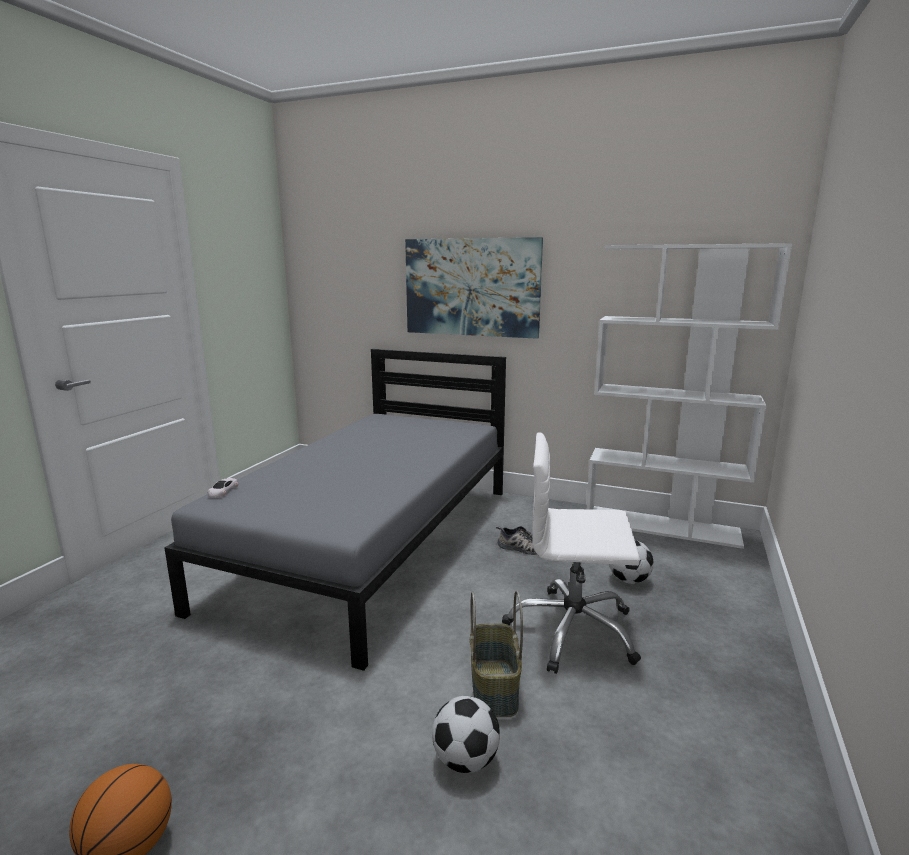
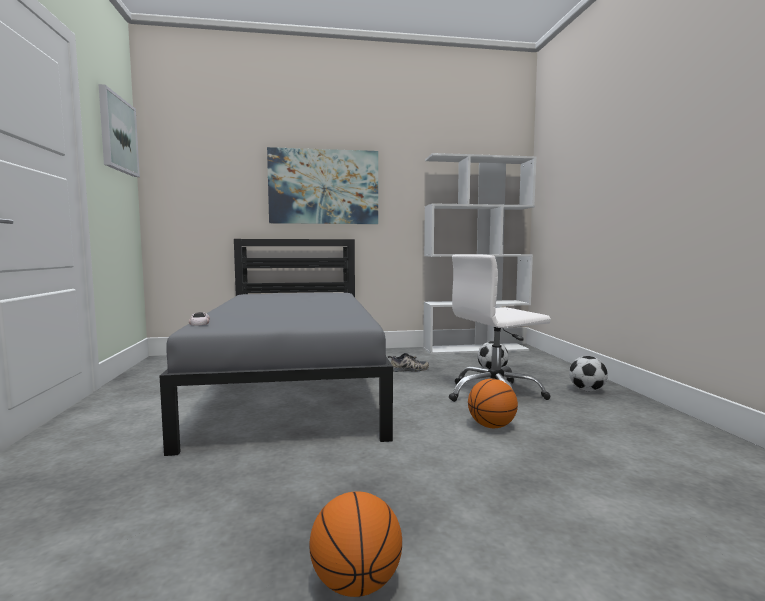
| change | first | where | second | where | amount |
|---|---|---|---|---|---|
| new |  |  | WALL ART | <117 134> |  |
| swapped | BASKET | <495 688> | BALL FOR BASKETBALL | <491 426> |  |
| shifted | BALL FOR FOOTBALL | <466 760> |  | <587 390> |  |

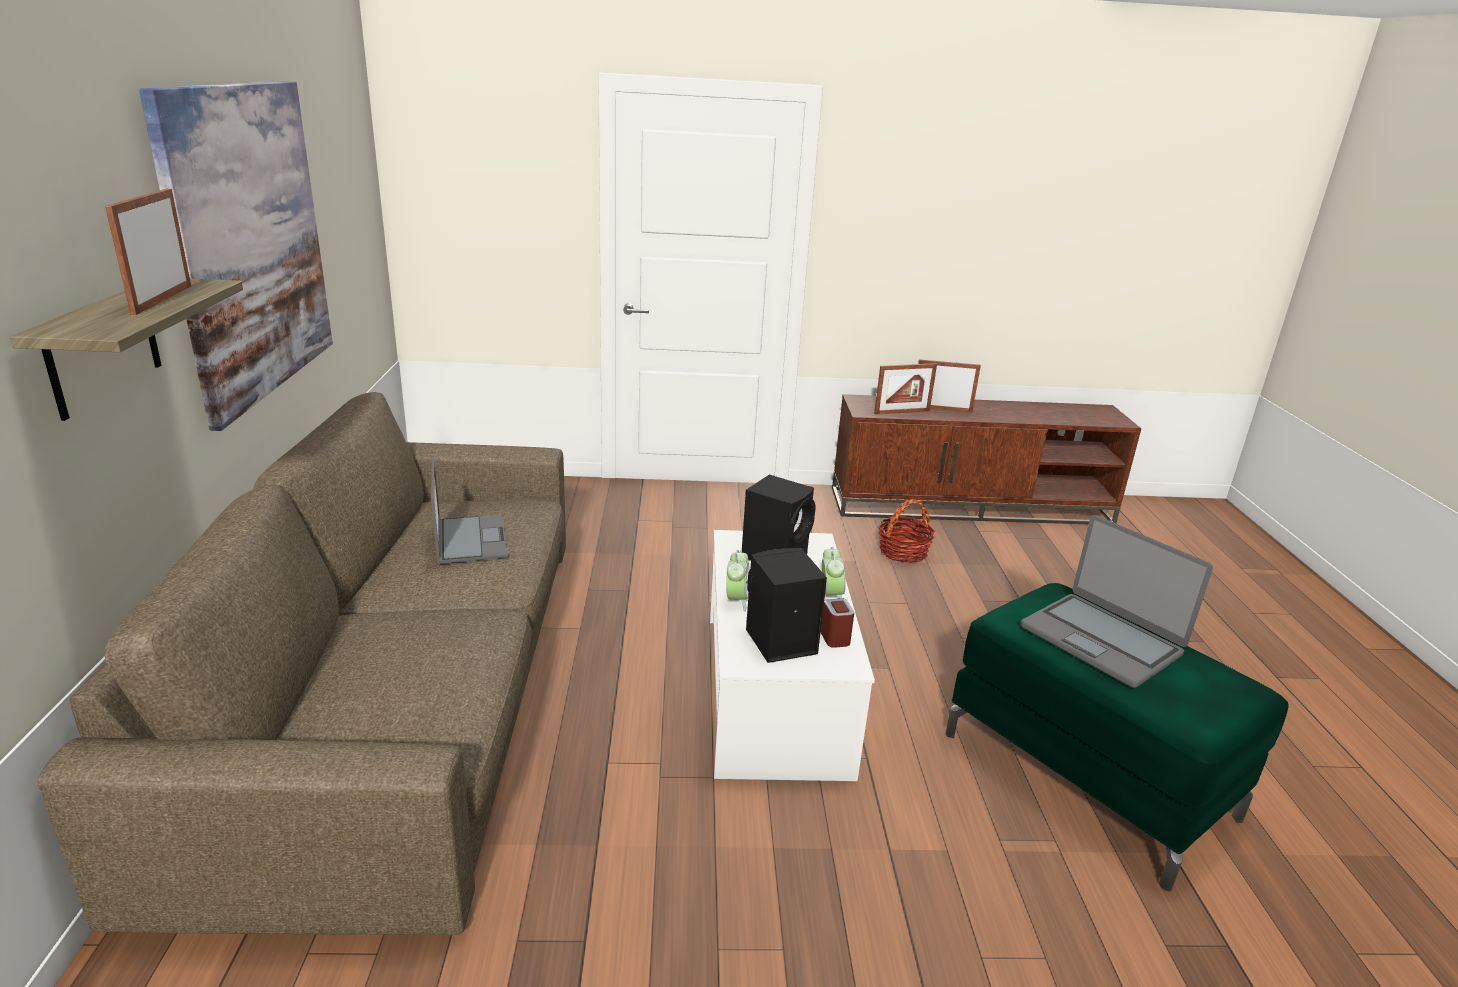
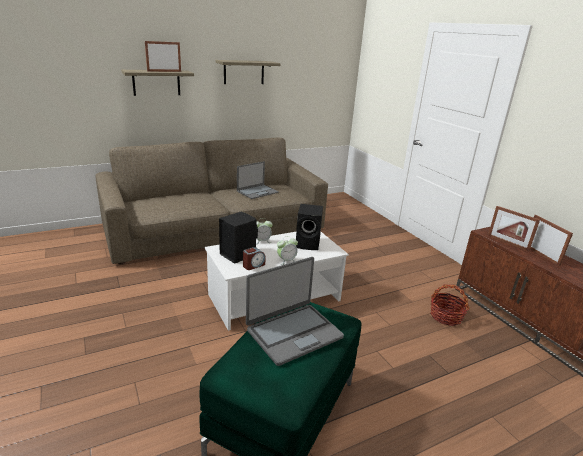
| change | first | where | second | where | amount |
|---|---|---|---|---|---|
| swapped | WALL ART | <250 243> | BRACKET SHELF | <244 72> |  |
| rotated | PORTABLE COMPUTER | <1101 640> |  | <293 333> | 150 degrees counterclockwise |

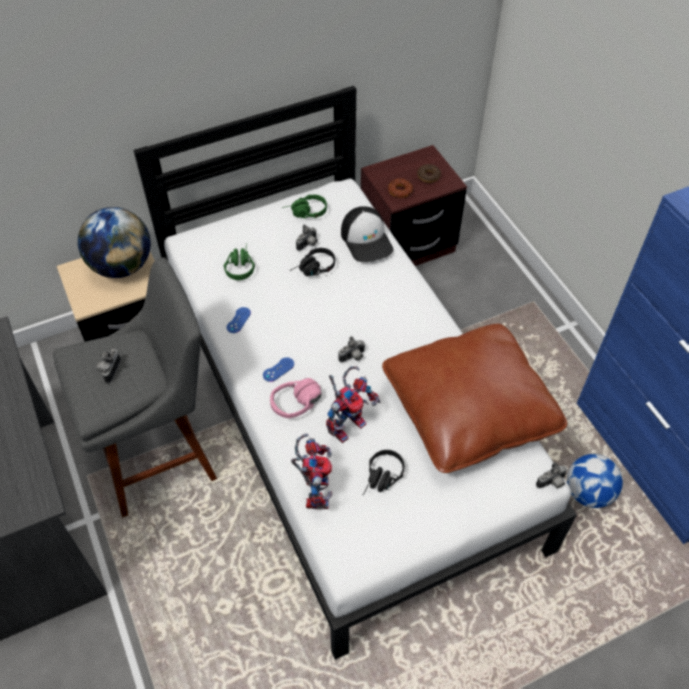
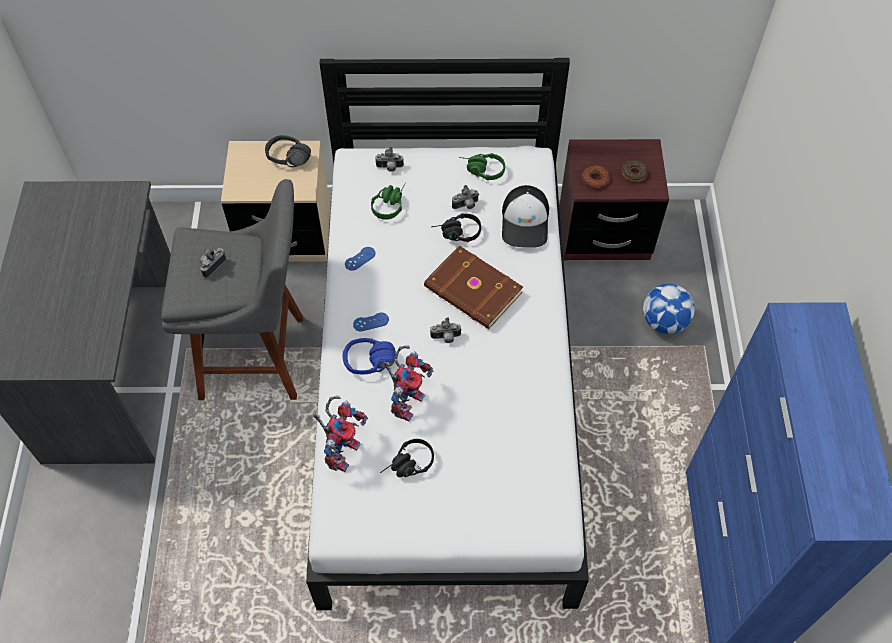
| change | first | where | second | where | amount |
|---|---|---|---|---|---|
| swapped | DESK GLOBE | <122 266> | BLACKISH HEADSET | <286 162> |  |
| repainted | PINKISH HEADSET | <300 409> | BLUISH HEADSET | <370 368> |  |
| shifted | STILL CAMERA | <552 483> |  | <389 168> |  |
| rotated | TOY ROBOT | <348 423> |  | <407 399> | 45 degrees counterclockwise |
| new |  |  | BROWNISH BOUND BOOK | <472 291> |  |
| shifted | BALL FOR FOOTBALL | <588 493> |  | <664 322> |  |
| gone | BROWNISH PILLOW | <469 410> |  |  |  |

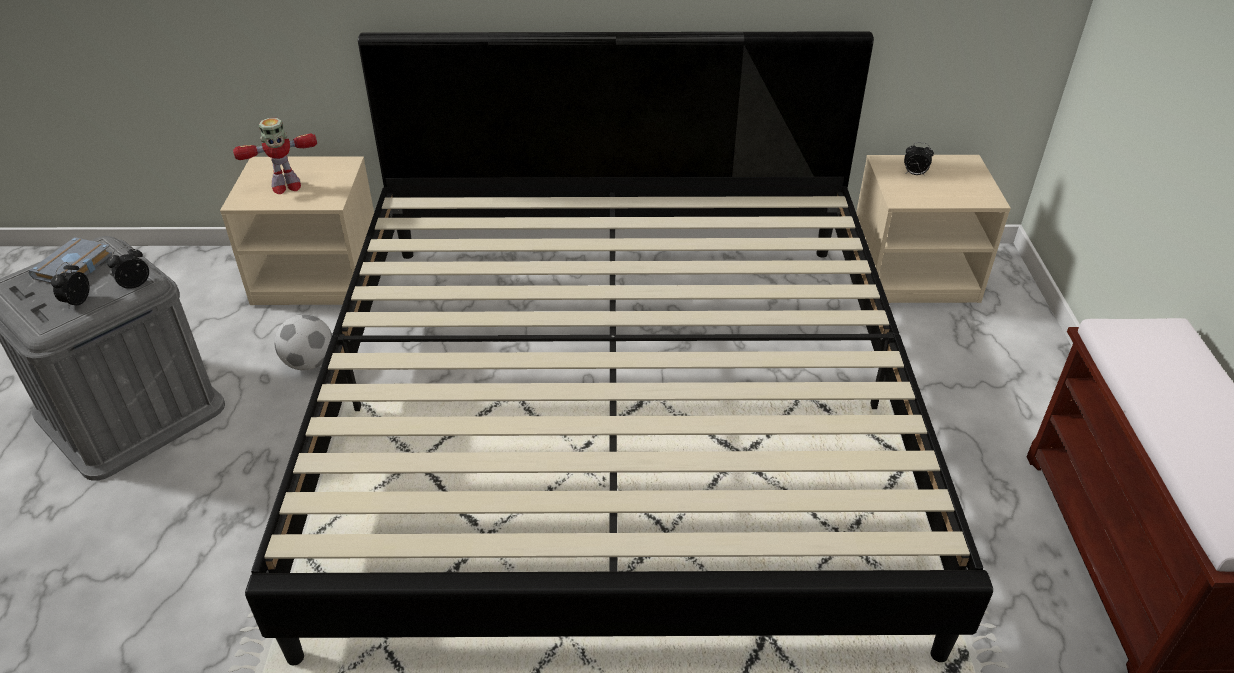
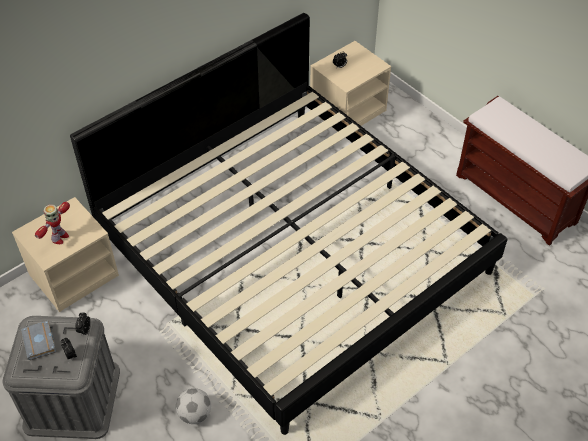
| change | first | where | second | where | amount |
|---|---|---|---|---|---|
| shifted | BALL FOR FOOTBALL | <310 363> |  | <195 414> |  |

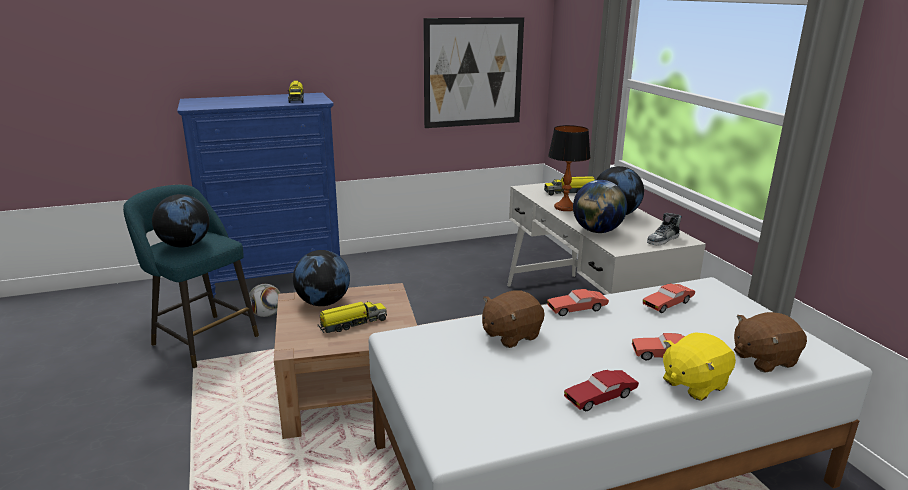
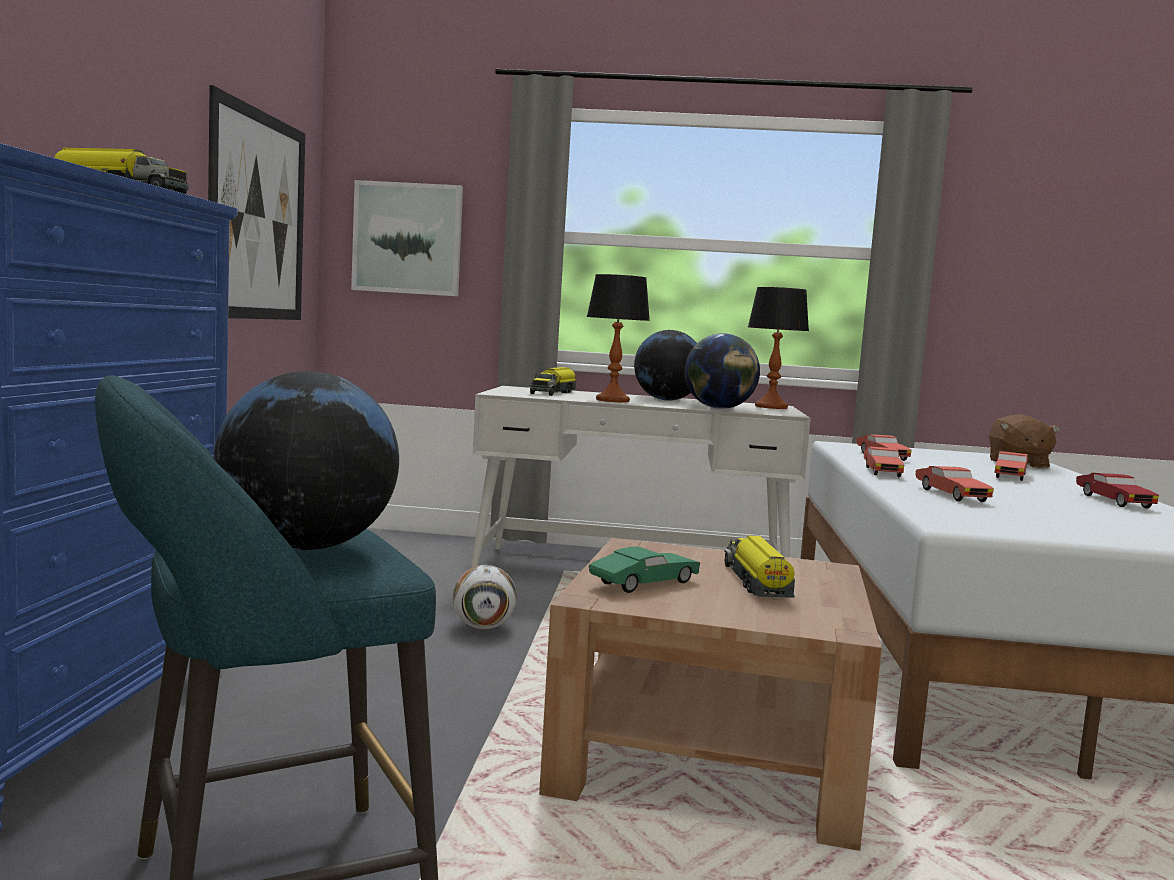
| change | first | where | second | where | amount |
|---|---|---|---|---|---|
| new |  |  | WALL ART | <408 239> |  |
| shifted | BALL FOR FOOTBALL | <266 314> |  | <483 627> |  |
| swapped | DESK GLOBE | <323 303> | GREEN-COLOURED MINIATURE CAR | <644 584> |  |
| swapped | SHOE | <663 240> | LAMP FOR A TABLE | <771 407> |  |
| swapped | BROWNISH CUDDLY TOY | <510 335> | RED MINIATURE CAR | <950 495> |  |
| gone | YELLOW-COLOURED CUDDLY TOY | <693 384> |  |  |  |

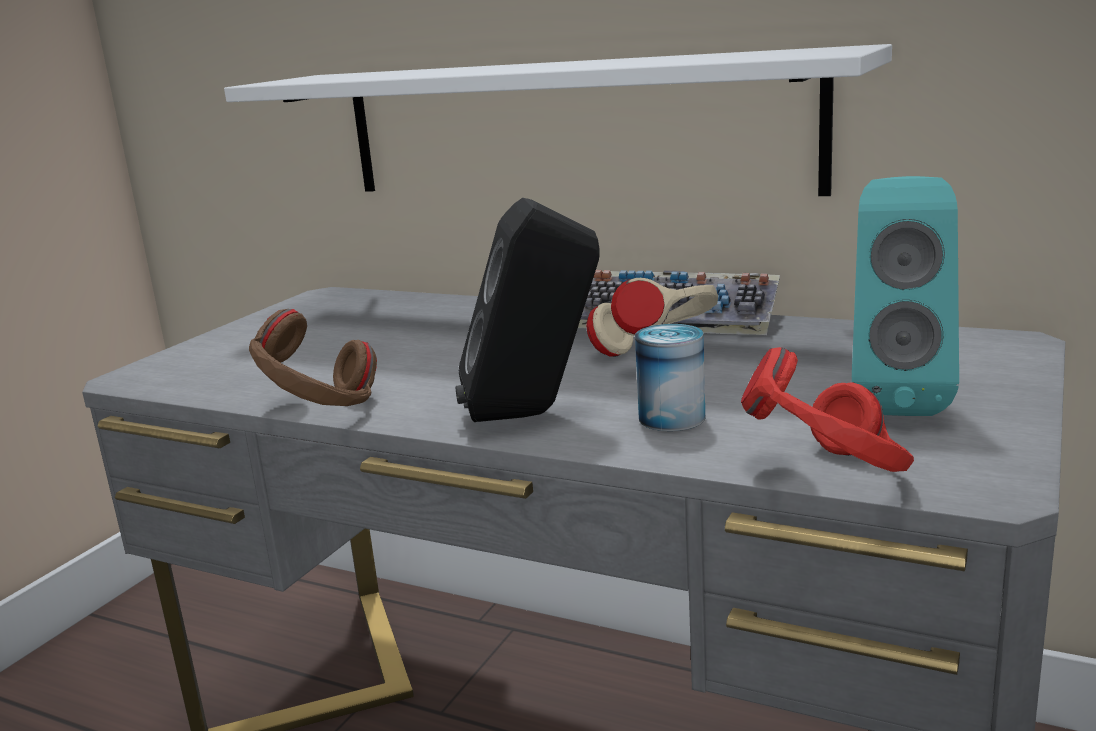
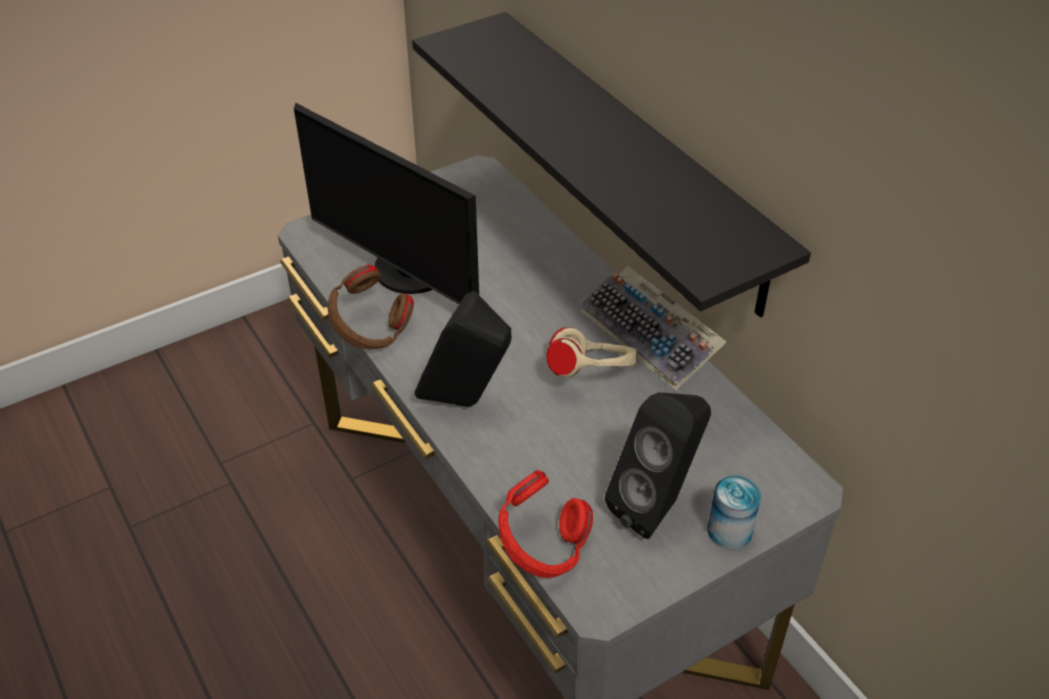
| change | first | where | second | where | amount |
|---|---|---|---|---|---|
| new |  |  | COMPUTER SCREEN | <407 273> |  |
| repainted | WHITE BRACKET SHELF | <569 128> | BLACKISH BRACKET SHELF | <634 159> |  |
| repainted | BLUE-GREEN AUDIO SPEAKER | <897 400> | BLACKISH AUDIO SPEAKER | <657 506> |  |
| shifted | CAN | <671 418> |  | <729 531> |  |

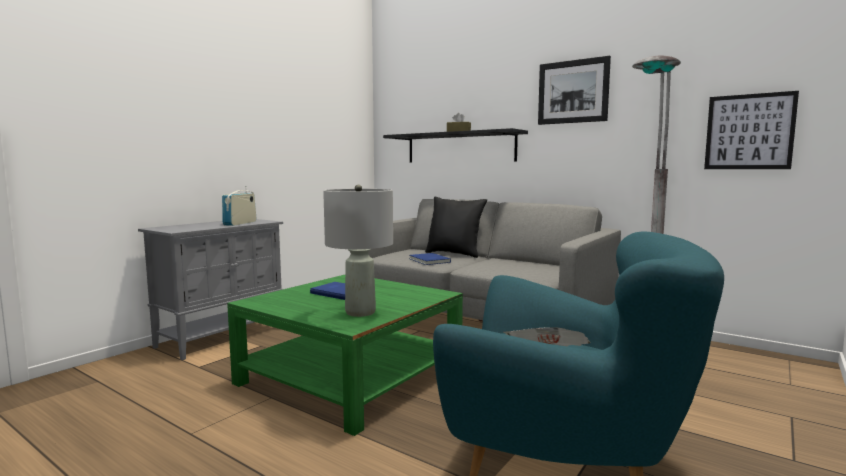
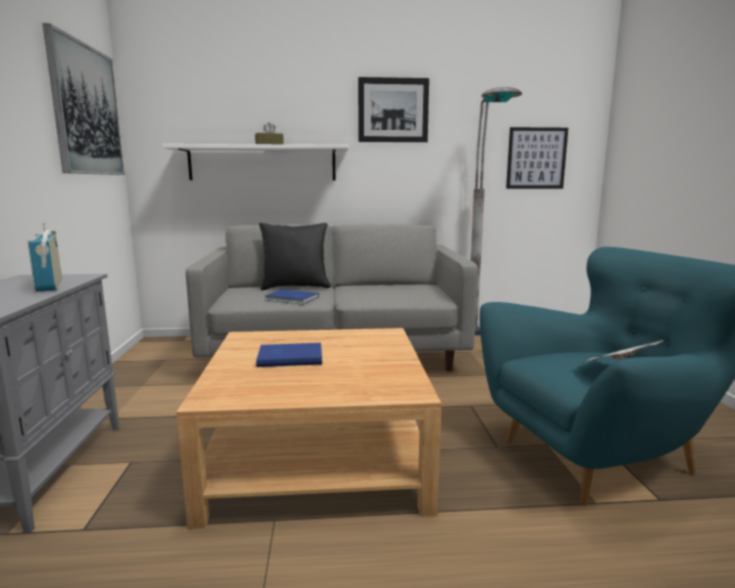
| change | first | where | second | where | amount |
|---|---|---|---|---|---|
| new |  |  | WALL ART | <86 110> |  |
| repainted | BLACKISH BRACKET SHELF | <459 148> | WHITE BRACKET SHELF | <262 163> |  |
| repainted | GREEN-COLOURED LOUNGE TABLE | <351 376> | BEIGE LOUNGE TABLE | <317 454> |  |
| gone | GRAY LAMP FOR A TABLE | <359 312> |  |  |  |

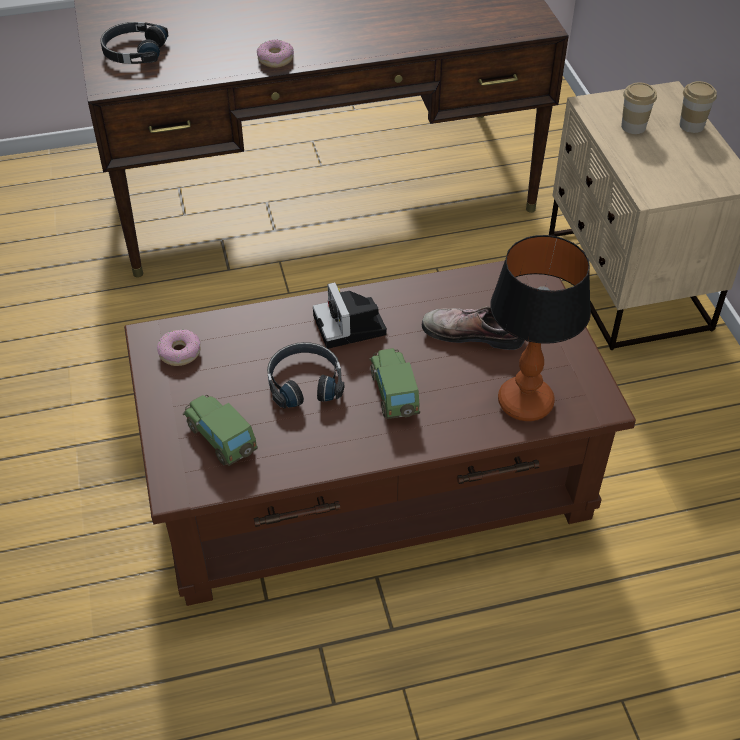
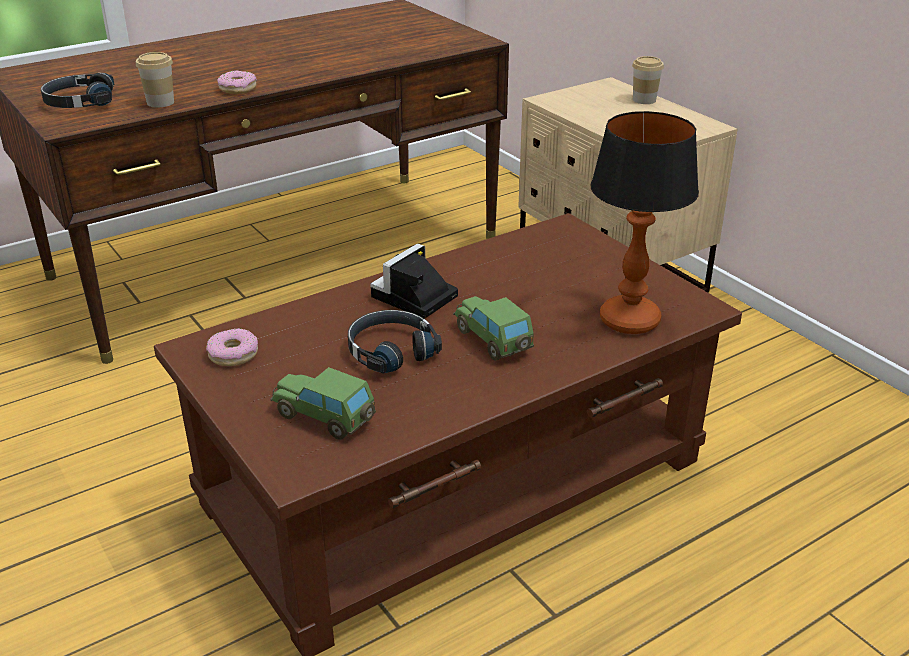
| change | first | where | second | where | amount |
|---|---|---|---|---|---|
| shifted | DRINKING CUP | <633 127> |  | <160 102> |  |
| rotated | STILL CAMERA | <351 327> |  | <413 298> | 75 degrees clockwise |
| gone | SHOE | <474 332> |  |  |  |

